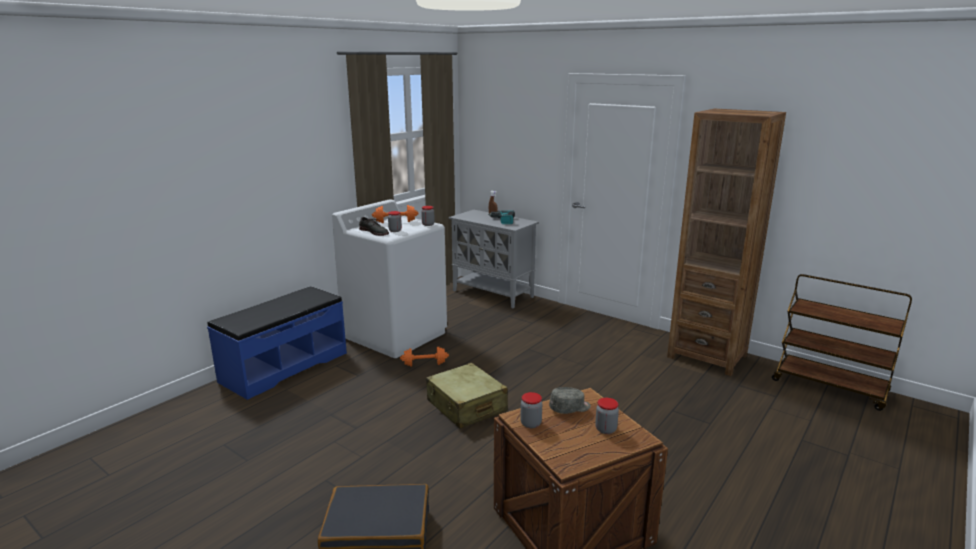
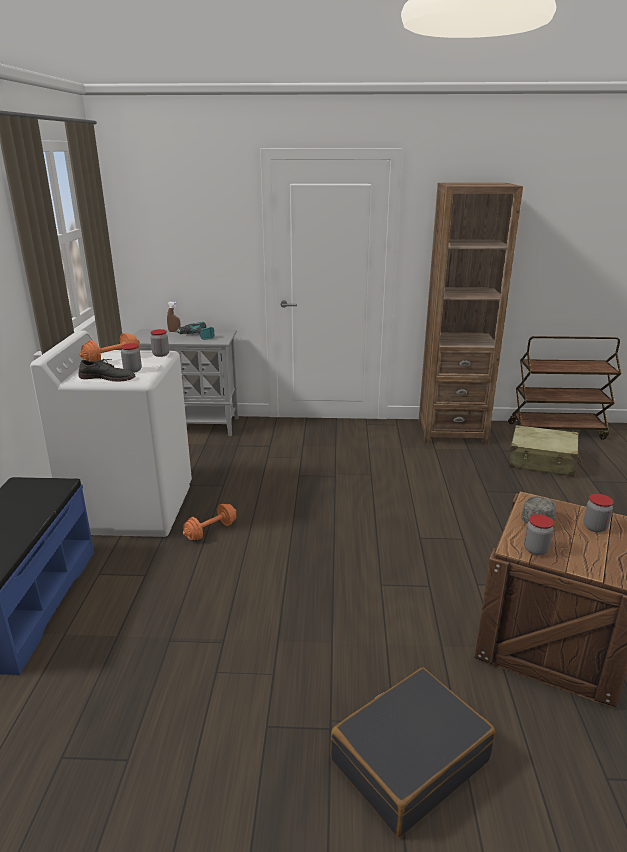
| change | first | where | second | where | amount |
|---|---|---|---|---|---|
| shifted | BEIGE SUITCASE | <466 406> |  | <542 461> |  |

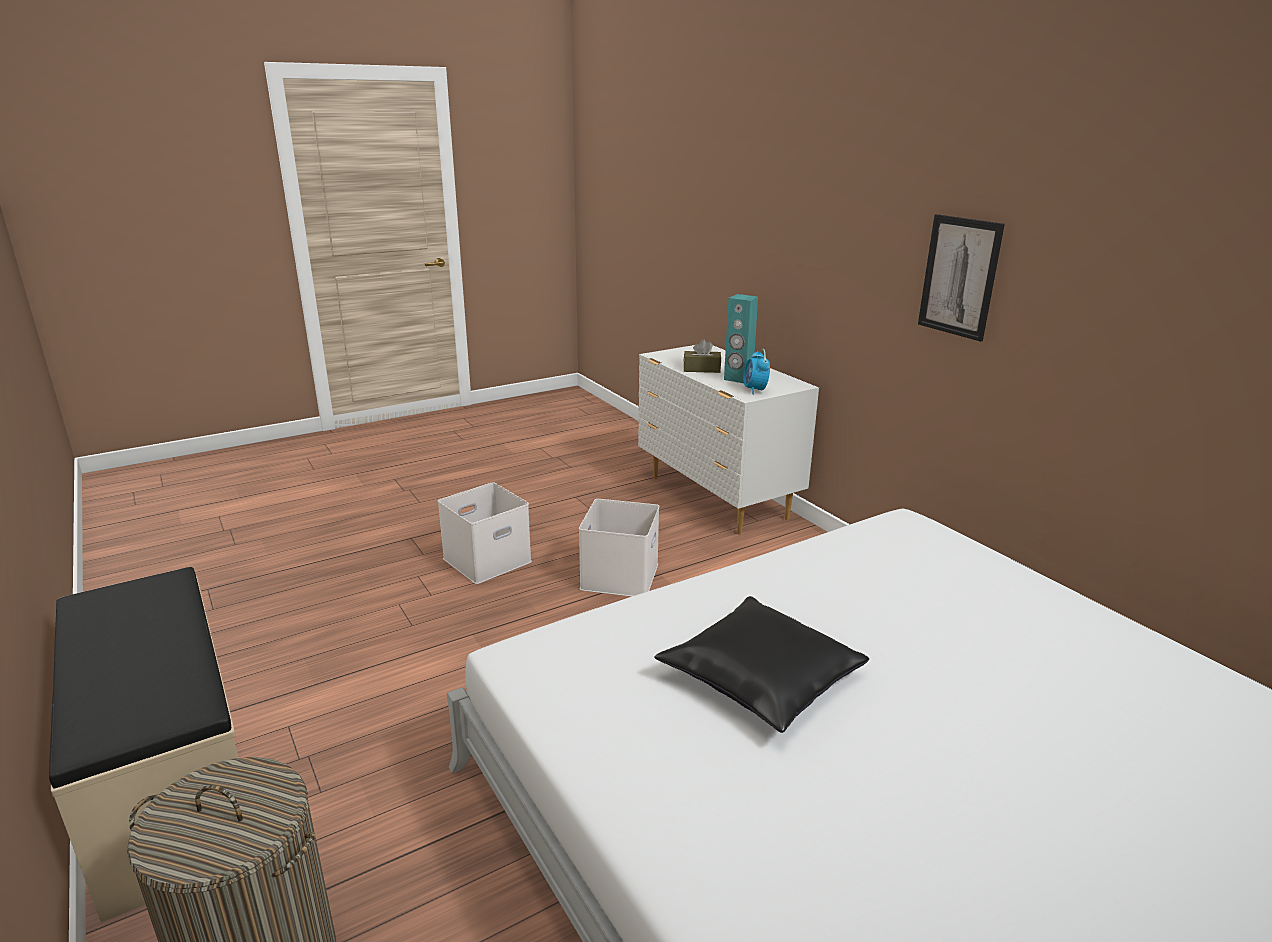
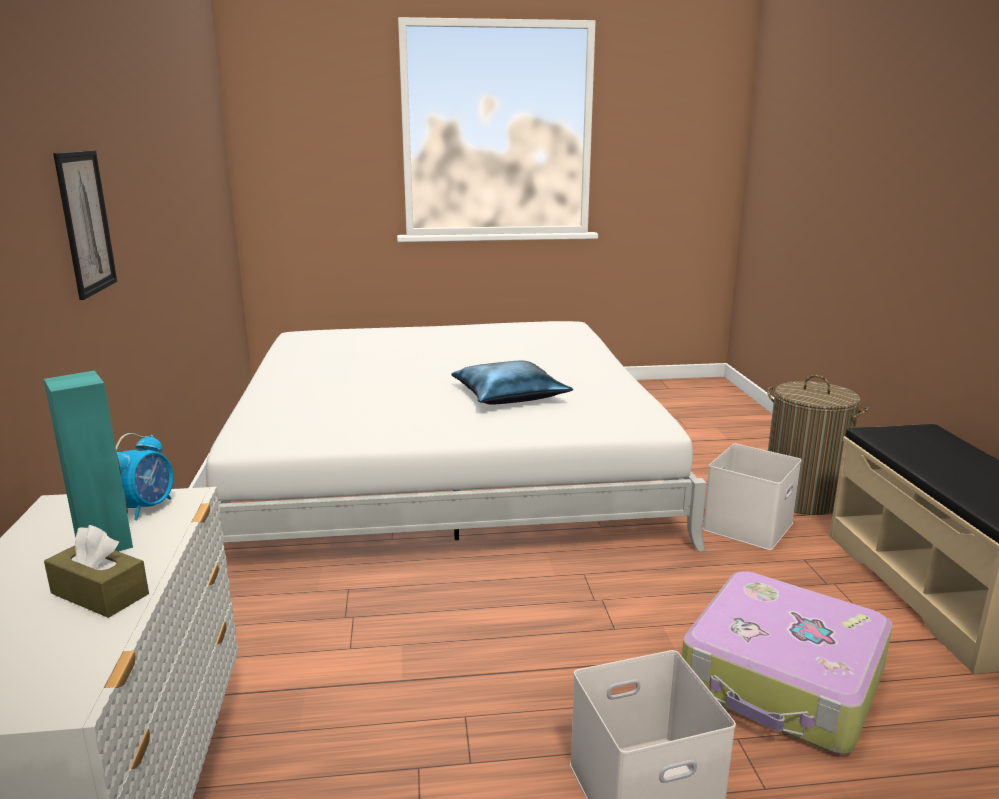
| change | first | where | second | where | amount |
|---|---|---|---|---|---|
| repainted | BLACKISH PILLOW | <760 678> | BLUISH PILLOW | <509 396> |  |
| new |  |  | SUITCASE | <783 681> |  |
| shifted | WHITE STORAGE BIN | <618 575> |  | <749 527> |  |

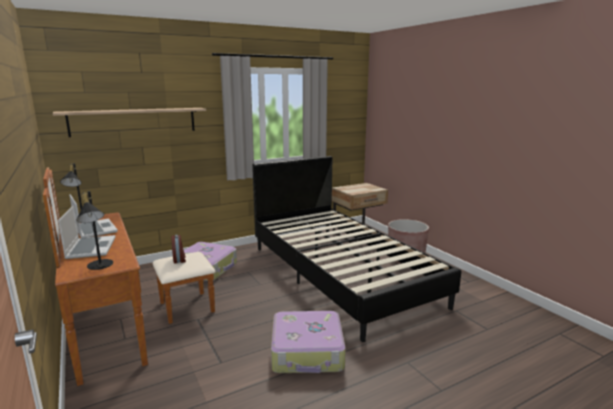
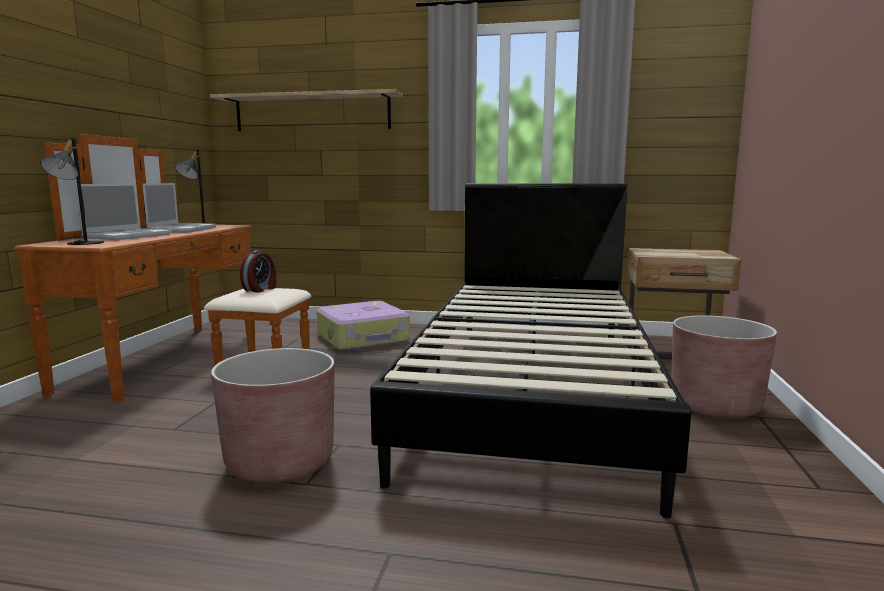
| change | first | where | second | where | amount |
|---|---|---|---|---|---|
| swapped | SUITCASE | <308 352> | BROWNISH FLOWER POT | <280 463> |  |

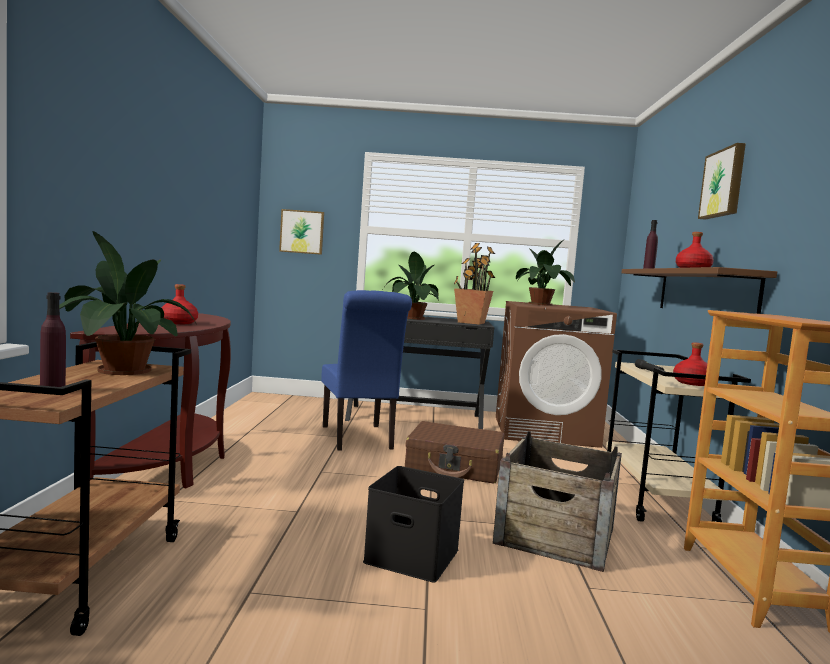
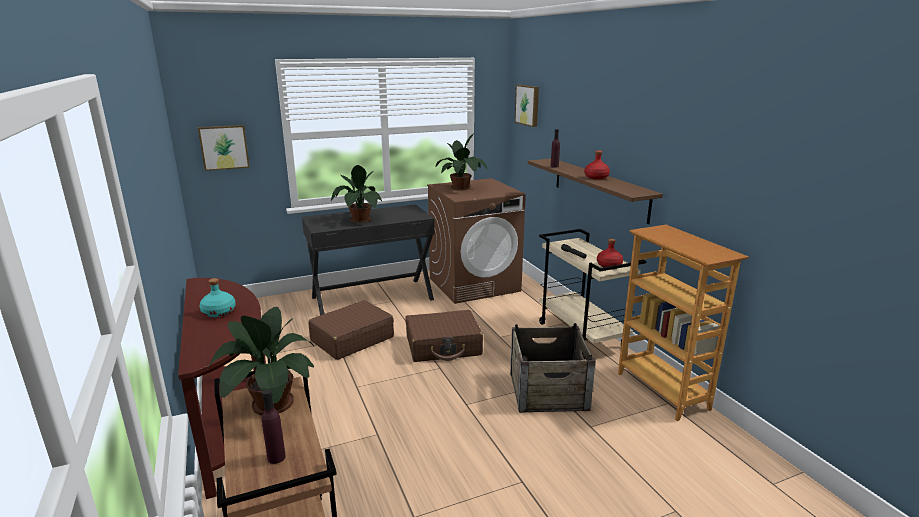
| change | first | where | second | where | amount |
|---|---|---|---|---|---|
| repainted | RED BEVERAGE BOTTLE | <179 323> | BLUE-GREEN BEVERAGE BOTTLE | <219 312> |  |
| swapped | BLUISH UPRIGHT CHAIR | <358 439> | BROWNISH SUITCASE | <352 339> |  |
| shifted | WALL ART | <724 183> |  | <528 105> |  |
| gone | BLACKISH STORAGE BIN | <414 555> |  |  |  |
| gone | PLANT IN A POT | <471 322> |  |  |  |

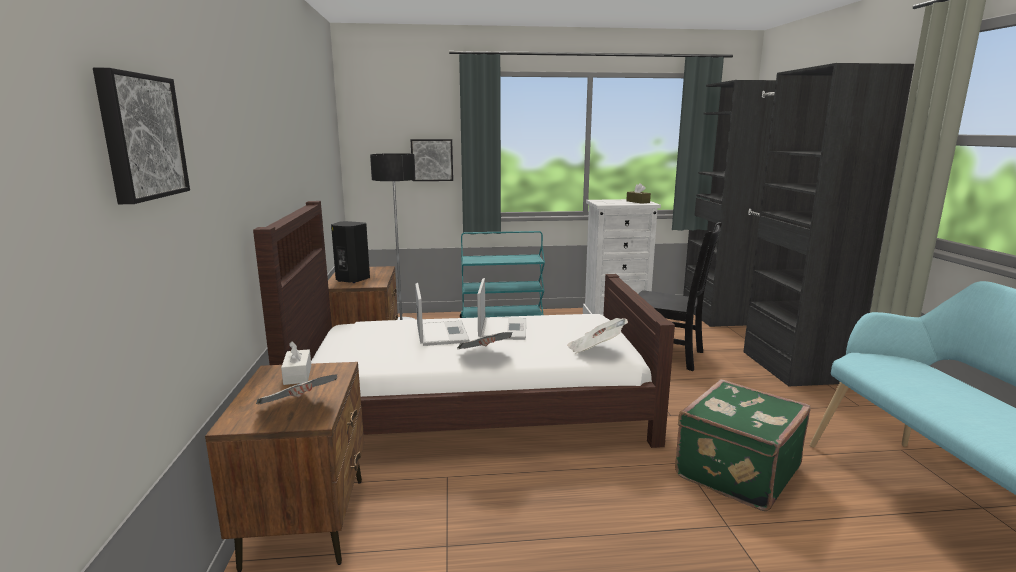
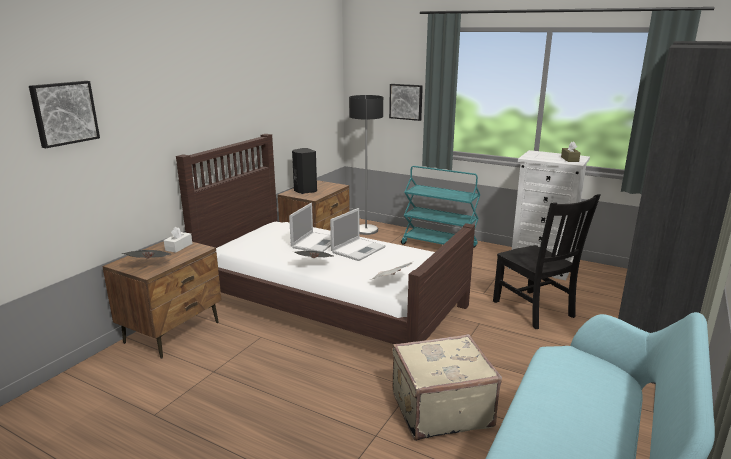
| change | first | where | second | where | amount |
|---|---|---|---|---|---|
| repainted | GREEN-COLOURED SUITCASE | <735 471> | BEIGE SUITCASE | <440 409> |  |

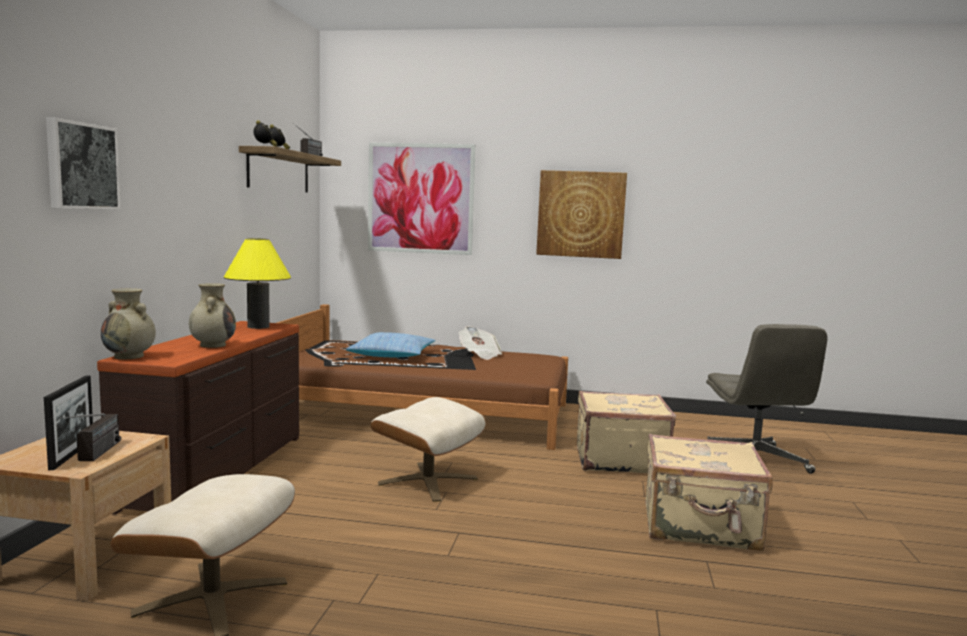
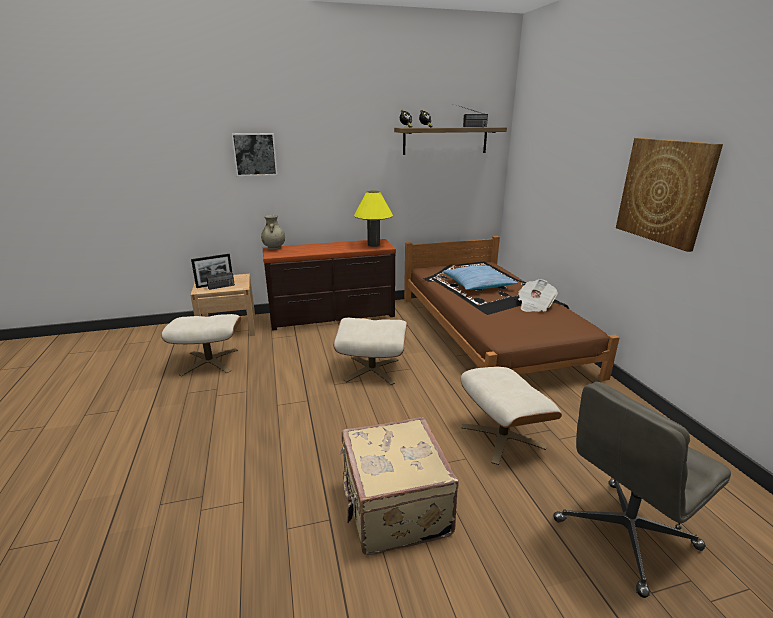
| change | first | where | second | where | amount |
|---|---|---|---|---|---|
| swapped | BEIGE SUITCASE | <619 460> | BEIGE OTTOMAN | <502 437> |  |
| gone | BEIGE DECORATIVE VASE | <213 345> |  |  |  |
| gone | WALL ART | <420 198> |  |  |  |

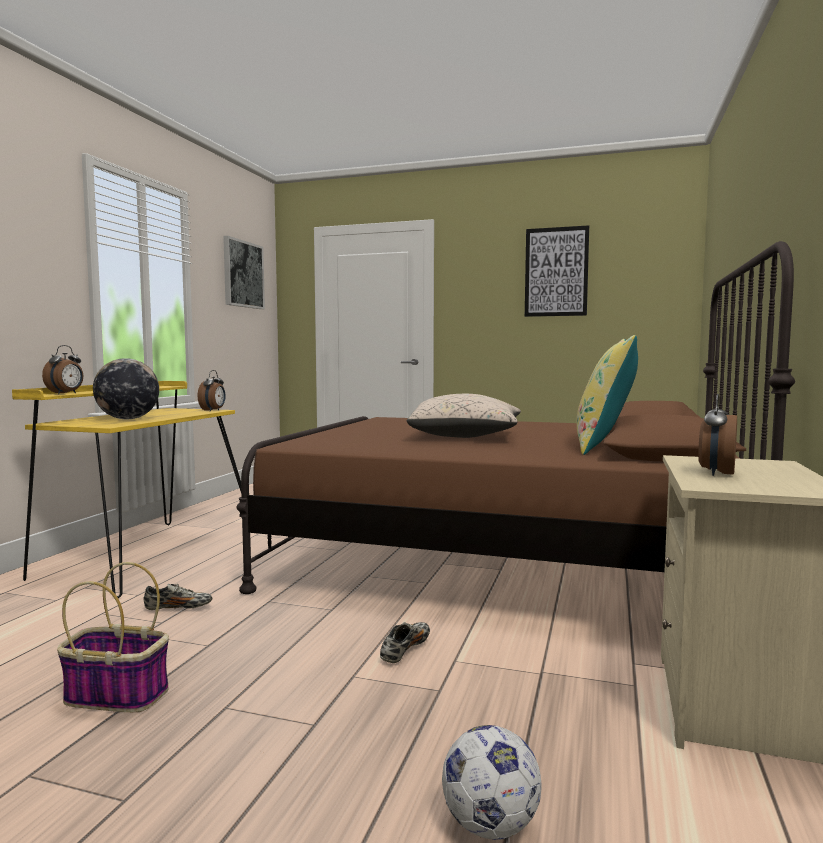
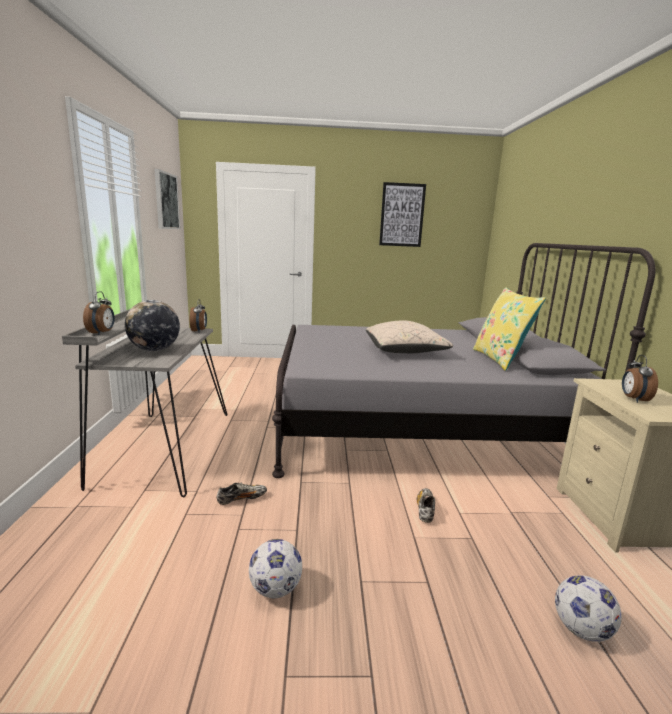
| change | first | where | second | where | amount |
|---|---|---|---|---|---|
| repainted | YELLOW-COLOURED DESK UNIT | <147 553> | GRAY DESK UNIT | <162 448> |  |
| swapped | BASKET | <114 695> | BALL FOR FOOTBALL | <275 589> |  |
| repainted | BROWNISH SLEEPING BED | <505 561> | GRAY SLEEPING BED | <417 426> |  |

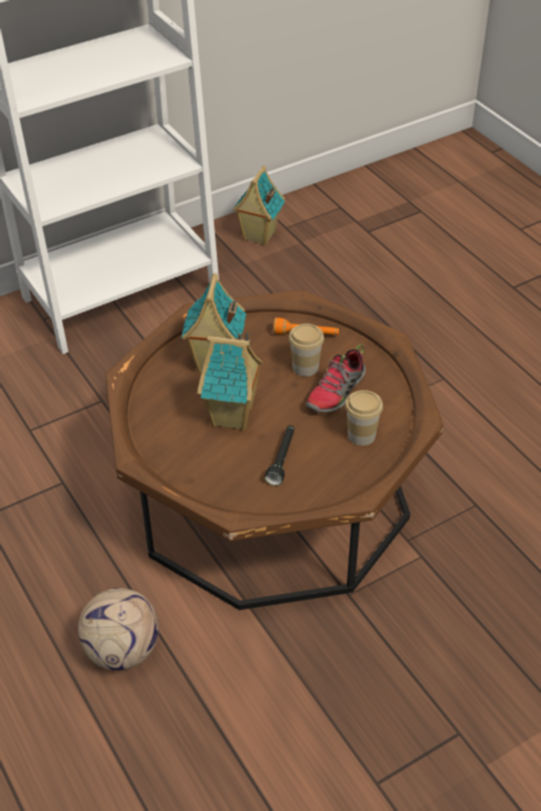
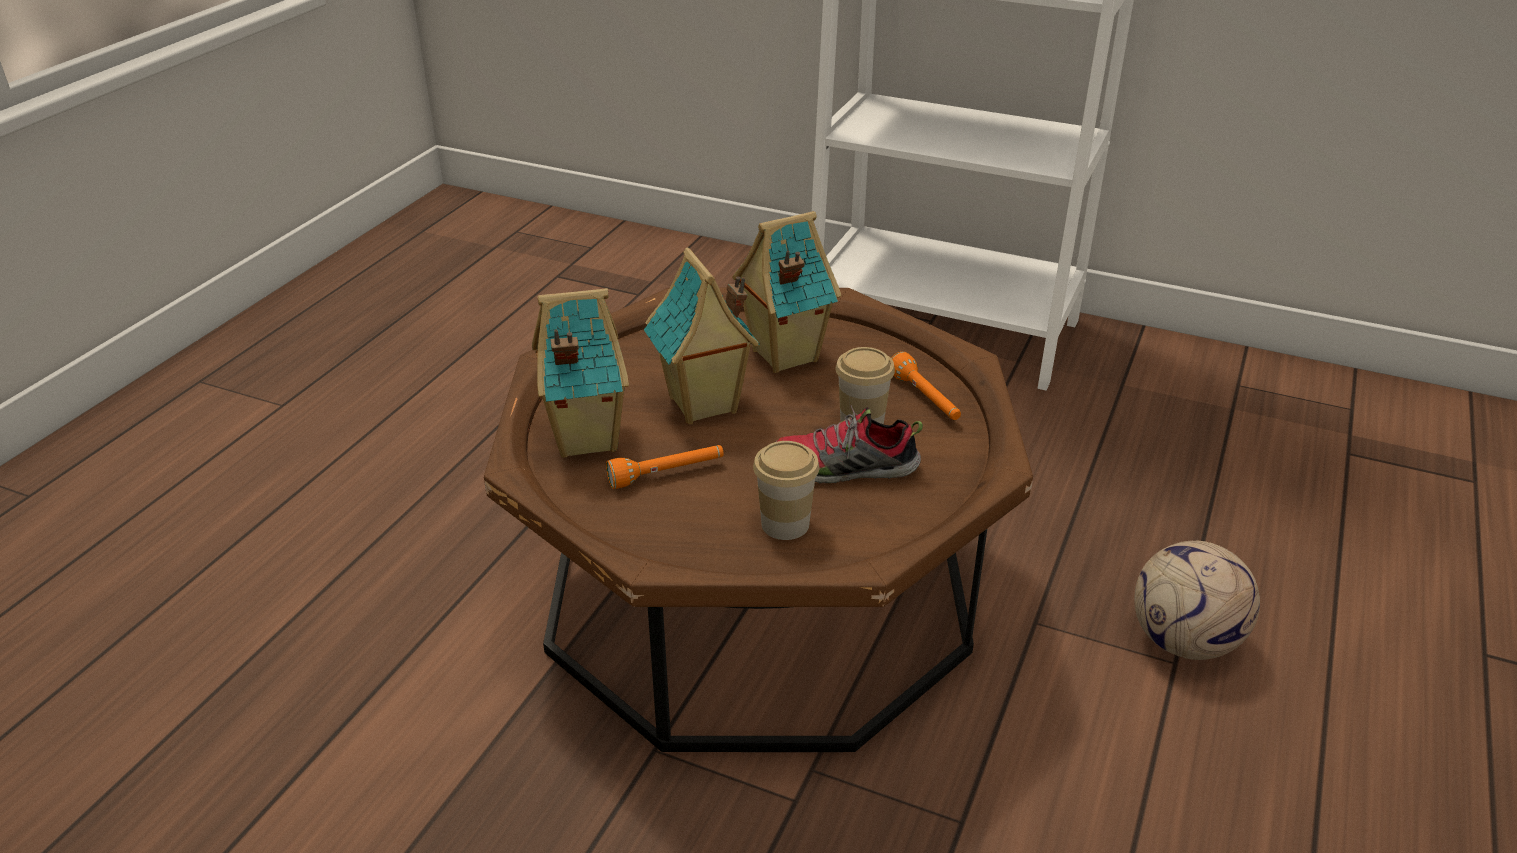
| change | first | where | second | where | amount |
|---|---|---|---|---|---|
| shifted | TOY HOUSE | <258 237> |  | <584 438> |  |
| repainted | BLACKISH FLASHLIGHT | <282 459> | ORANGEY FLASHLIGHT | <667 474> |  |
| shifted | BALL FOR FOOTBALL | <122 649> |  | <1185 641> |  |

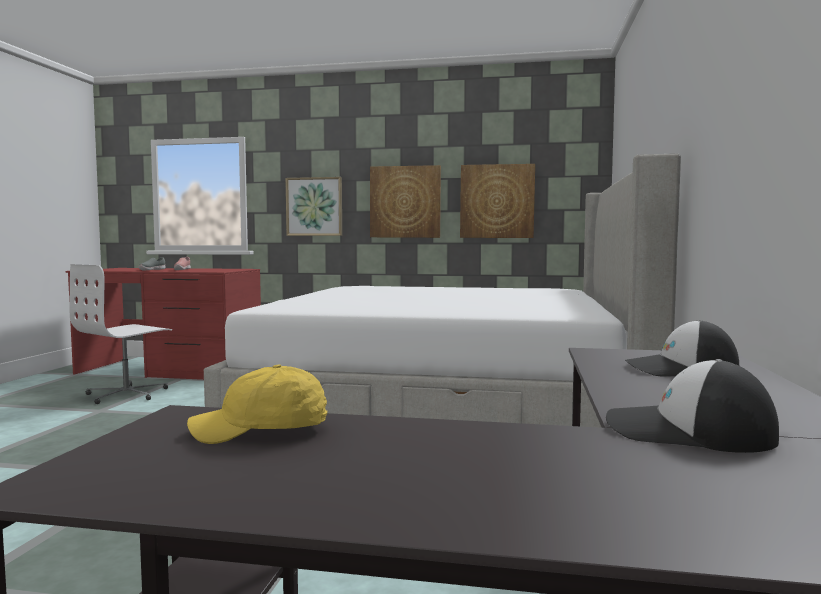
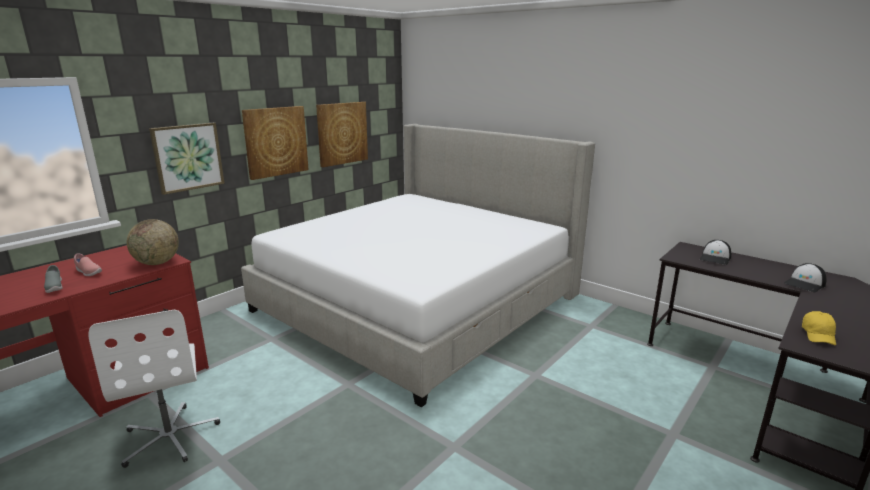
| change | first | where | second | where | amount |
|---|---|---|---|---|---|
| new |  |  | DESK GLOBE | <157 263> |  |

